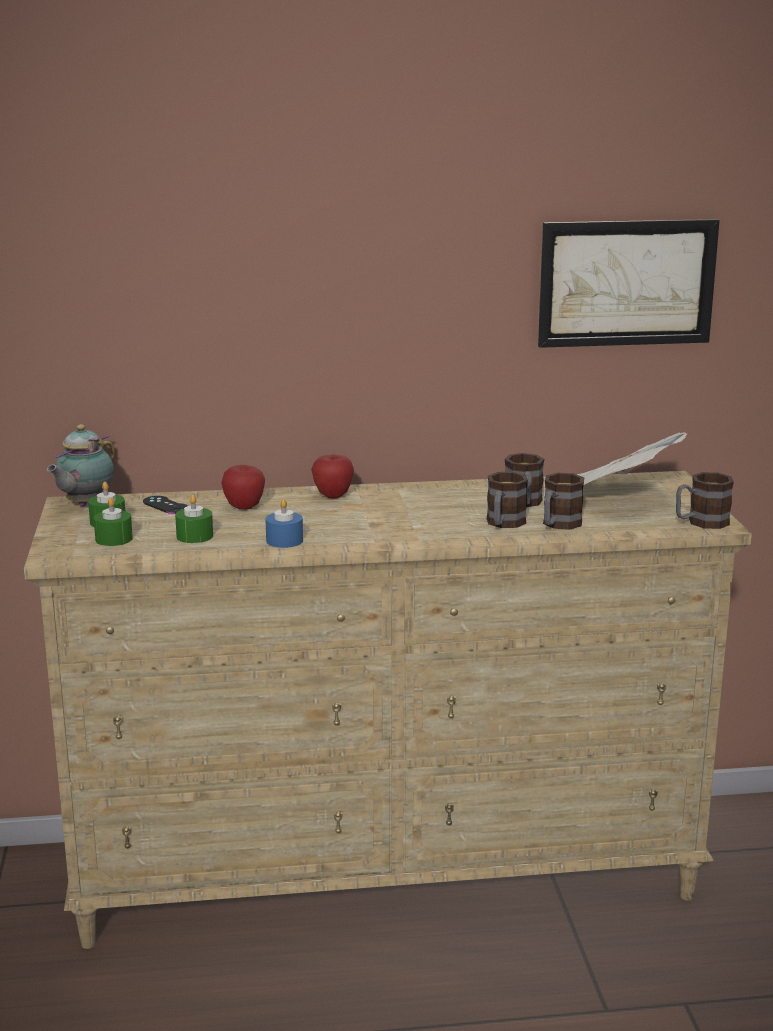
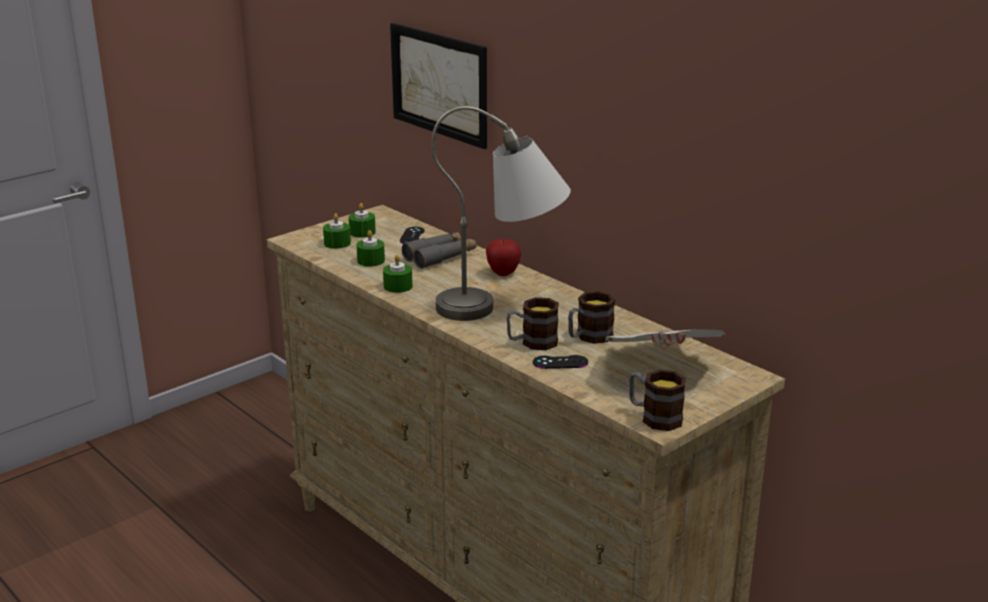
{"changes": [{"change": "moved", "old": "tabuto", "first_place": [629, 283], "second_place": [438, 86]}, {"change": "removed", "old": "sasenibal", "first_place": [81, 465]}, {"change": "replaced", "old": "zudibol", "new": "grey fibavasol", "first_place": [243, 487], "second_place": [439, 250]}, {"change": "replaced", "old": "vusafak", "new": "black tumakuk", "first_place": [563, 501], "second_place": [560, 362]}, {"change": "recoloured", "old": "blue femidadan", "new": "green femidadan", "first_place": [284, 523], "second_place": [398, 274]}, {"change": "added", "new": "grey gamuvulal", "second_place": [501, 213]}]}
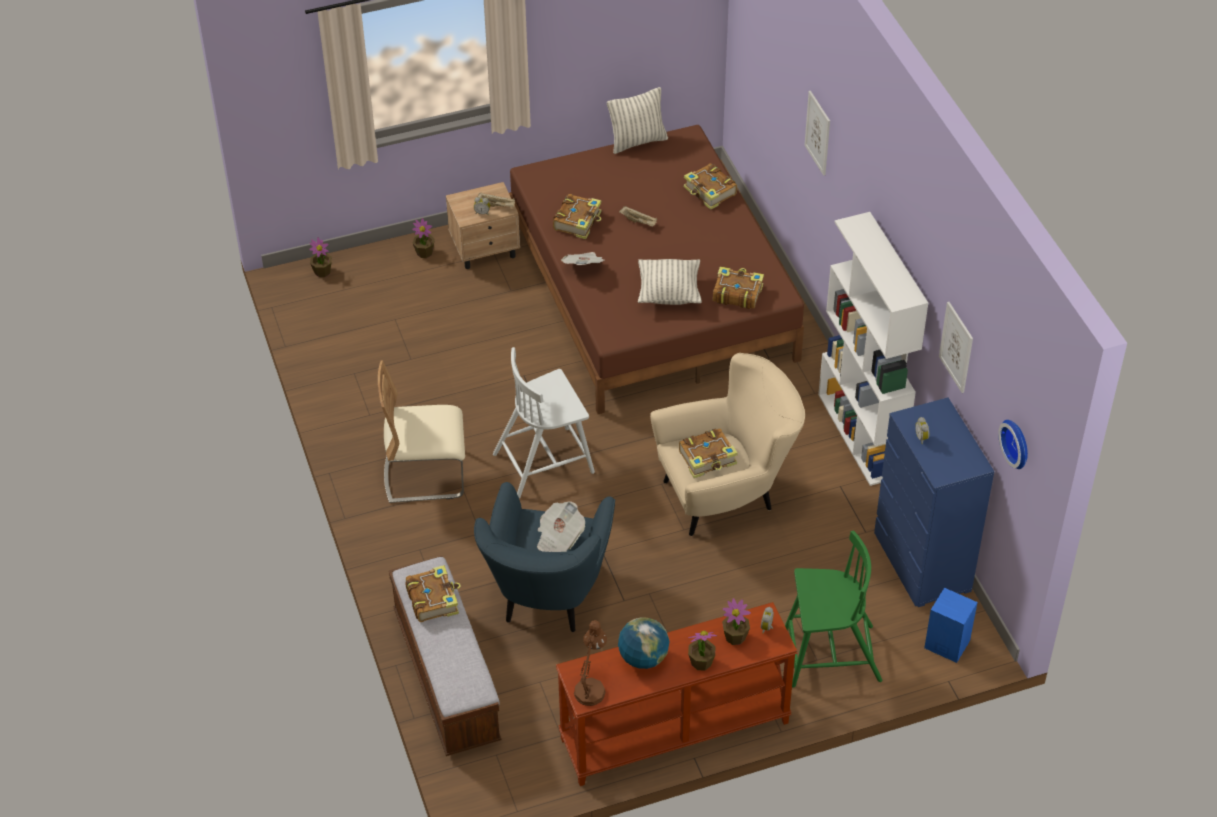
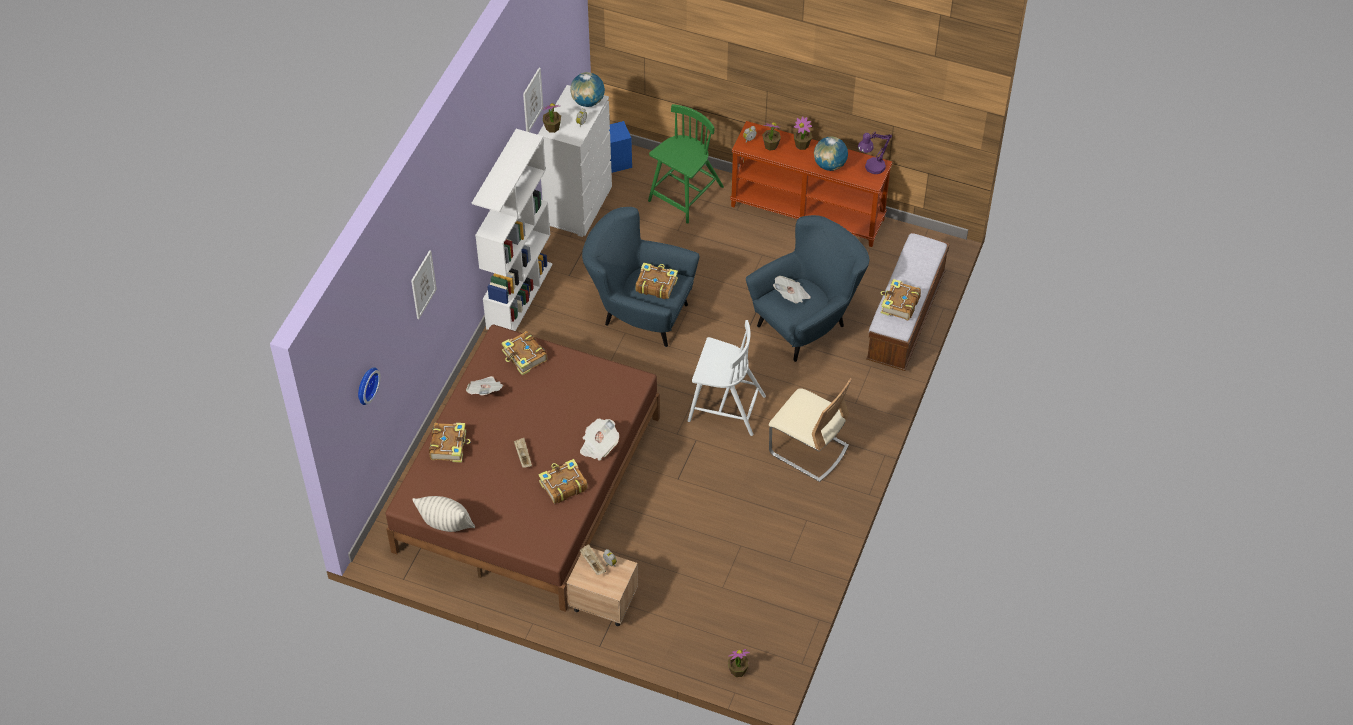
{"changes": [{"change": "moved", "old": "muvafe", "first_place": [423, 238], "second_place": [552, 118]}, {"change": "removed", "old": "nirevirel", "first_place": [670, 282]}, {"change": "recoloured", "old": "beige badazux", "new": "blue badazux", "first_place": [727, 444], "second_place": [640, 277]}, {"change": "recoloured", "old": "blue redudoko", "new": "white redudoko", "first_place": [934, 502], "second_place": [575, 161]}, {"change": "moved", "old": "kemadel", "first_place": [1013, 444], "second_place": [369, 386]}, {"change": "turned", "old": "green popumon", "first_place": [833, 609], "second_place": [686, 164], "degrees": 90}, {"change": "recoloured", "old": "brown gamuvulal", "new": "purple gamuvulal", "first_place": [590, 663], "second_place": [875, 153]}, {"change": "added", "new": "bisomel", "second_place": [587, 89]}, {"change": "added", "new": "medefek", "second_place": [485, 386]}]}
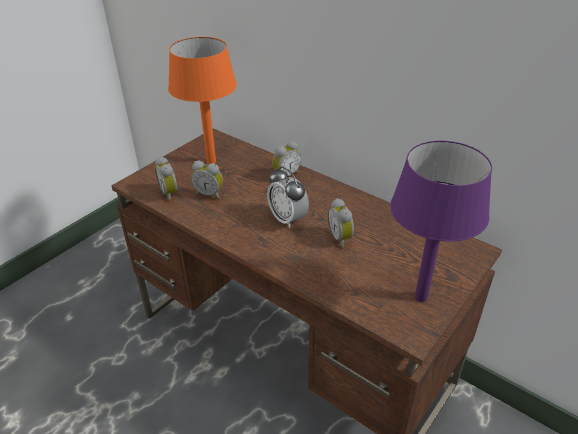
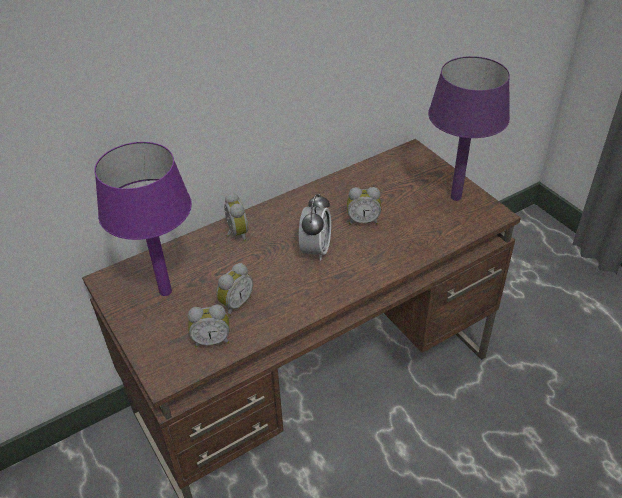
{"changes": [{"change": "recoloured", "old": "orange gamuvulal", "new": "purple gamuvulal", "first_place": [202, 100], "second_place": [143, 219]}, {"change": "turned", "old": "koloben", "first_place": [288, 197], "second_place": [315, 227], "degrees": -60}]}
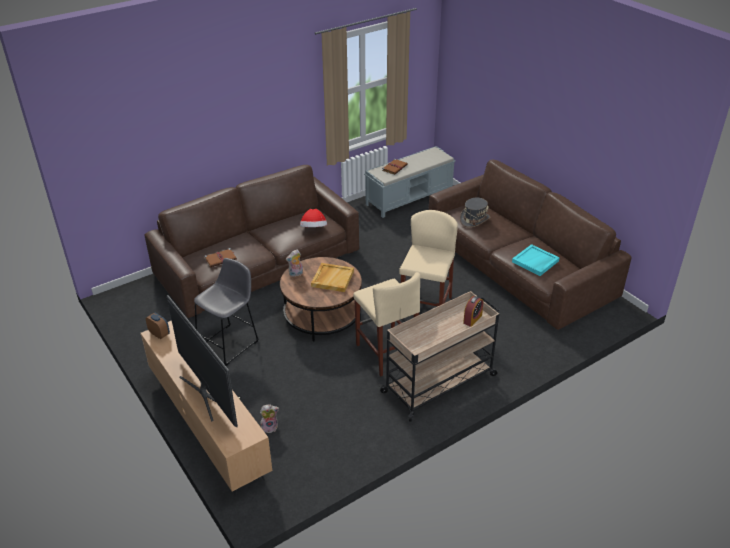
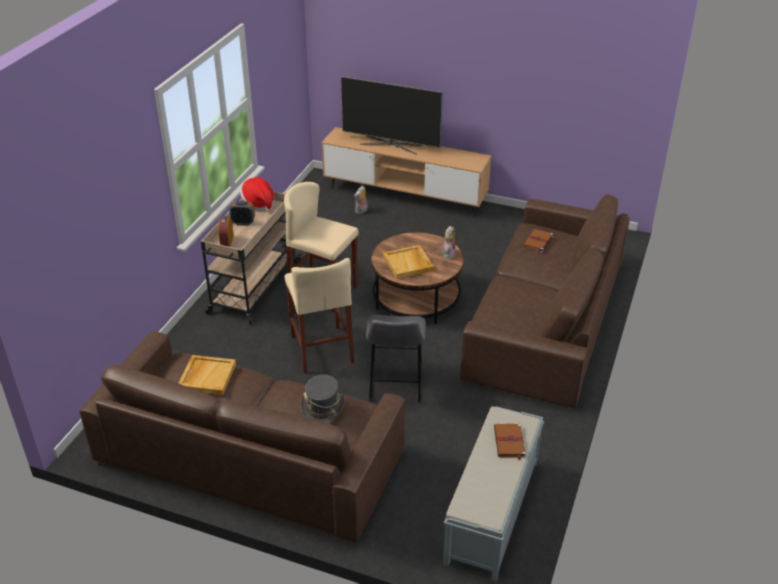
{"changes": [{"change": "moved", "old": "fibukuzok", "first_place": [313, 218], "second_place": [257, 194]}, {"change": "recoloured", "old": "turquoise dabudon", "new": "beige dabudon", "first_place": [536, 260], "second_place": [207, 375]}, {"change": "moved", "old": "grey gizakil", "first_place": [226, 312], "second_place": [396, 358]}, {"change": "moved", "old": "koloben", "first_place": [158, 326], "second_place": [242, 213]}]}
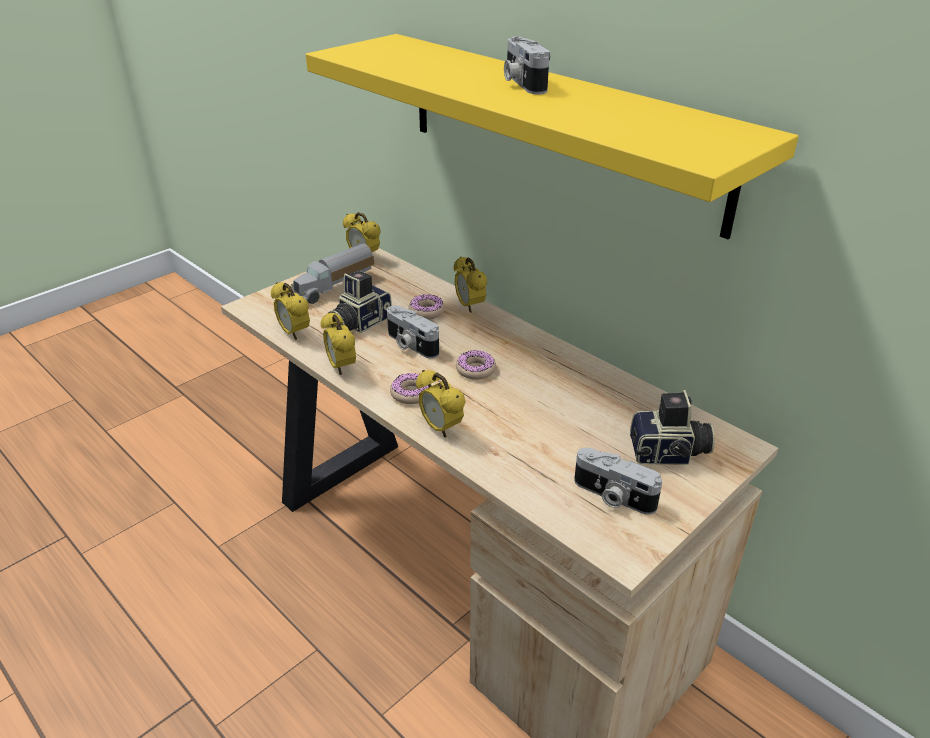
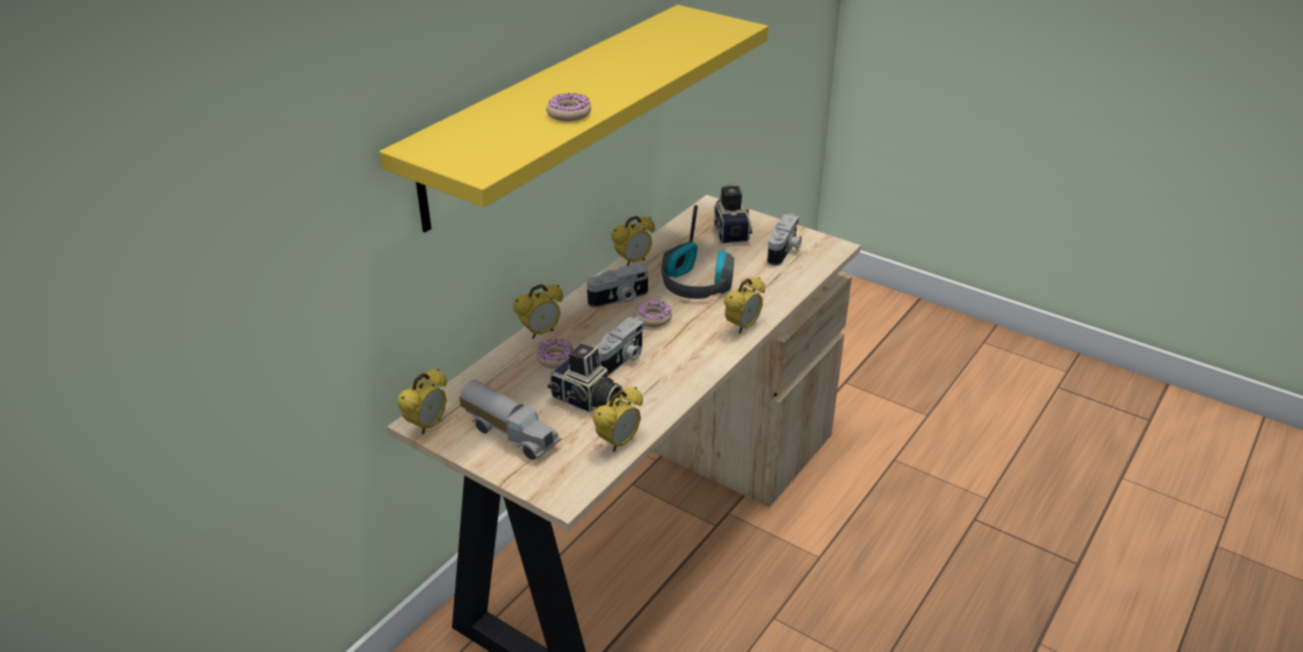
{"changes": [{"change": "moved", "old": "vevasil", "first_place": [527, 65], "second_place": [617, 285]}, {"change": "moved", "old": "koloben", "first_place": [338, 343], "second_place": [633, 241]}, {"change": "moved", "old": "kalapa", "first_place": [411, 388], "second_place": [568, 107]}, {"change": "added", "new": "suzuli", "second_place": [697, 252]}]}
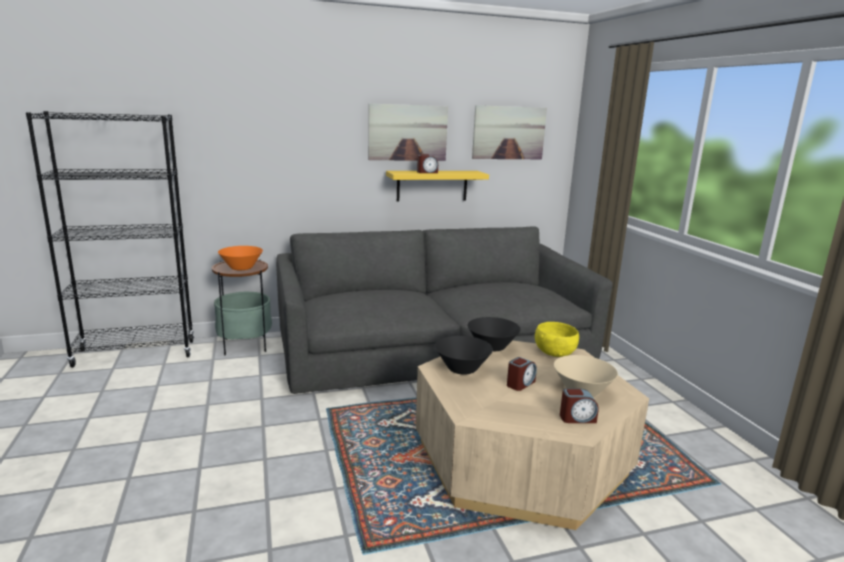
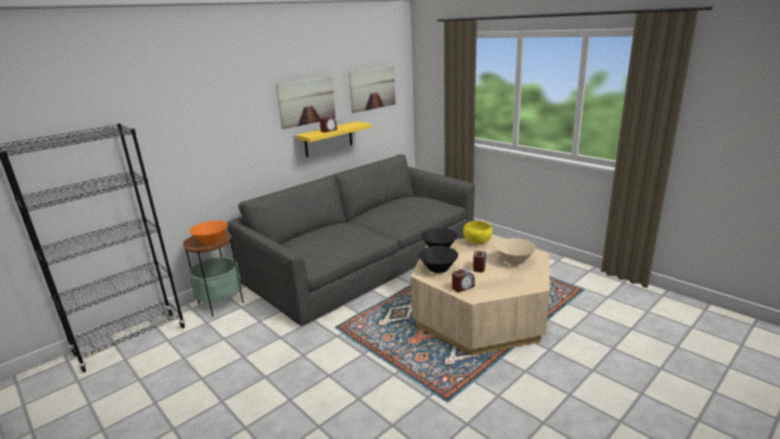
{"changes": [{"change": "moved", "old": "koloben", "first_place": [579, 405], "second_place": [463, 280]}]}
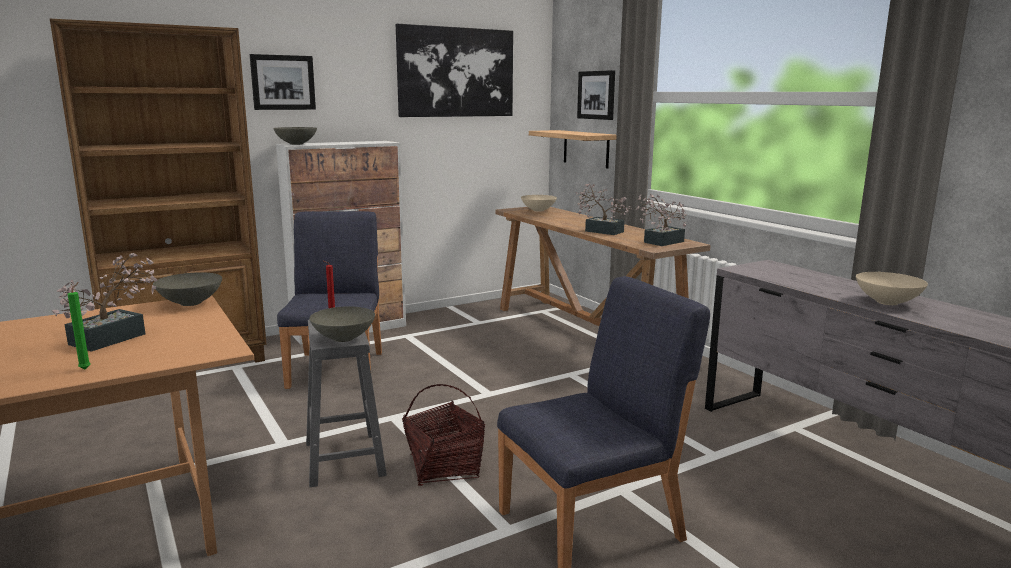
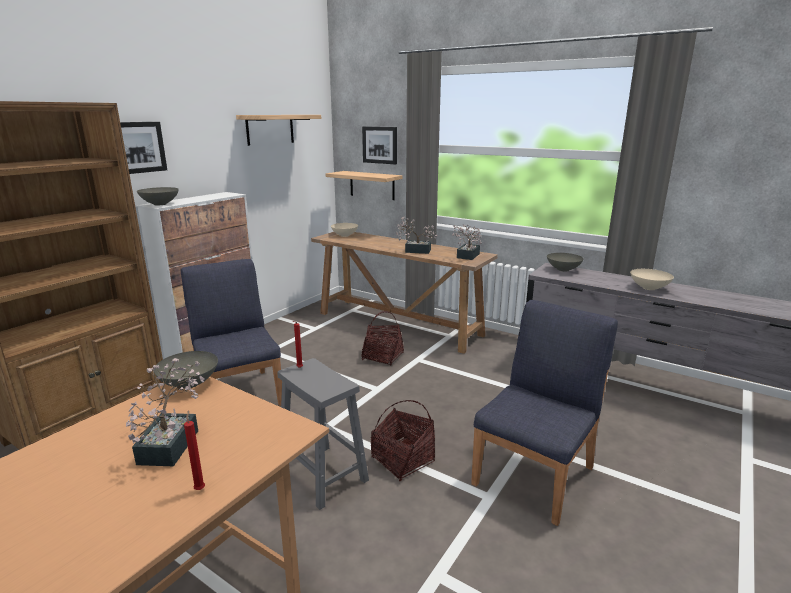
{"changes": [{"change": "replaced", "old": "tabuto", "new": "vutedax", "first_place": [454, 70], "second_place": [278, 130]}, {"change": "recoloured", "old": "green femidadan", "new": "red femidadan", "first_place": [79, 325], "second_place": [194, 450]}, {"change": "moved", "old": "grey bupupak", "first_place": [342, 324], "second_place": [565, 262]}, {"change": "added", "new": "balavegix", "second_place": [383, 338]}]}
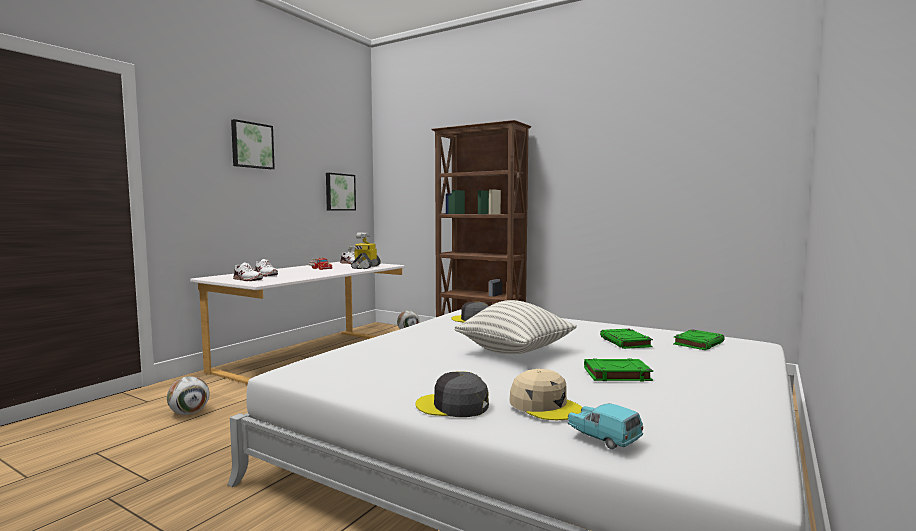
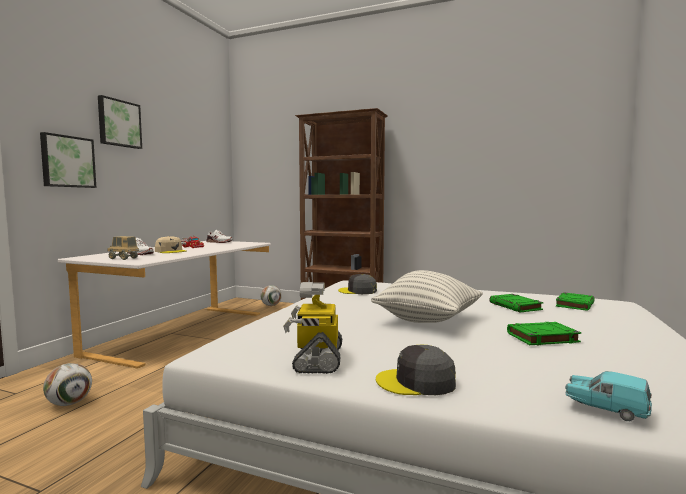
{"changes": [{"change": "moved", "old": "tabuto", "first_place": [341, 192], "second_place": [68, 160]}, {"change": "moved", "old": "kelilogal", "first_place": [364, 250], "second_place": [312, 328]}, {"change": "replaced", "old": "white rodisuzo", "new": "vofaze", "first_place": [248, 271], "second_place": [123, 248]}, {"change": "moved", "old": "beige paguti", "first_place": [545, 394], "second_place": [170, 244]}]}
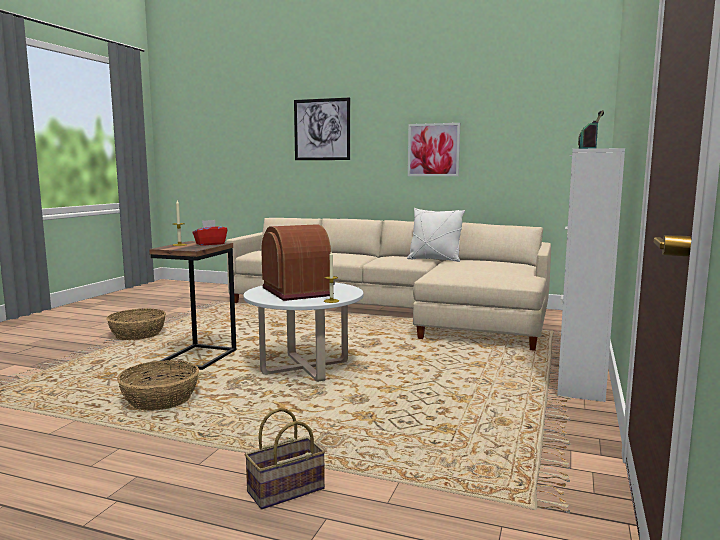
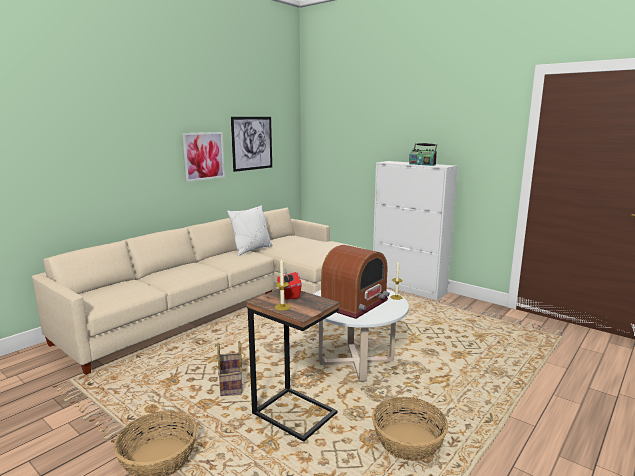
{"changes": [{"change": "moved", "old": "tabuto", "first_place": [322, 128], "second_place": [251, 144]}, {"change": "turned", "old": "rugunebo", "first_place": [298, 262], "second_place": [355, 282], "degrees": 135}, {"change": "moved", "old": "balavegix", "first_place": [285, 458], "second_place": [229, 368]}]}
